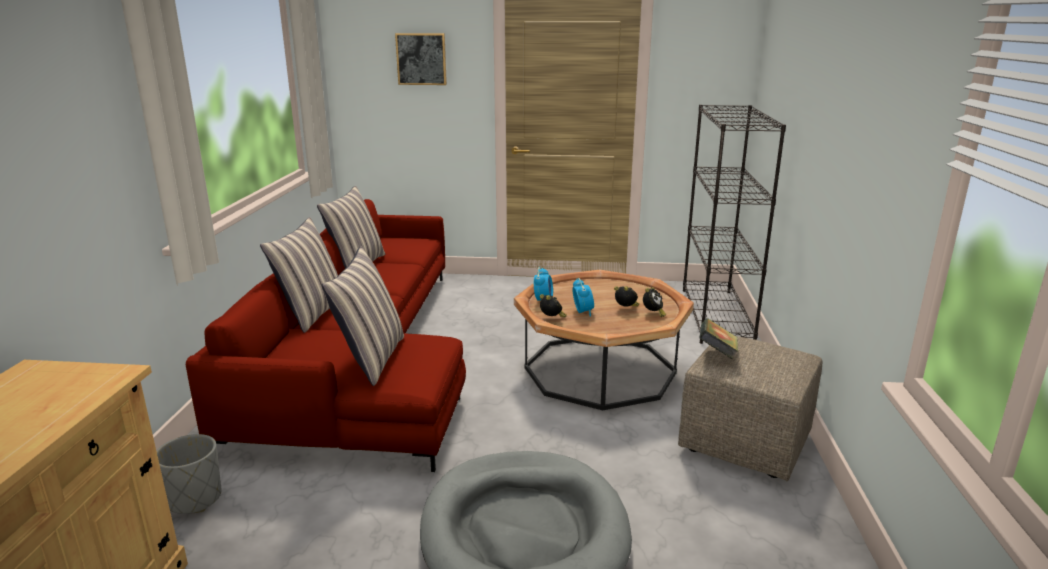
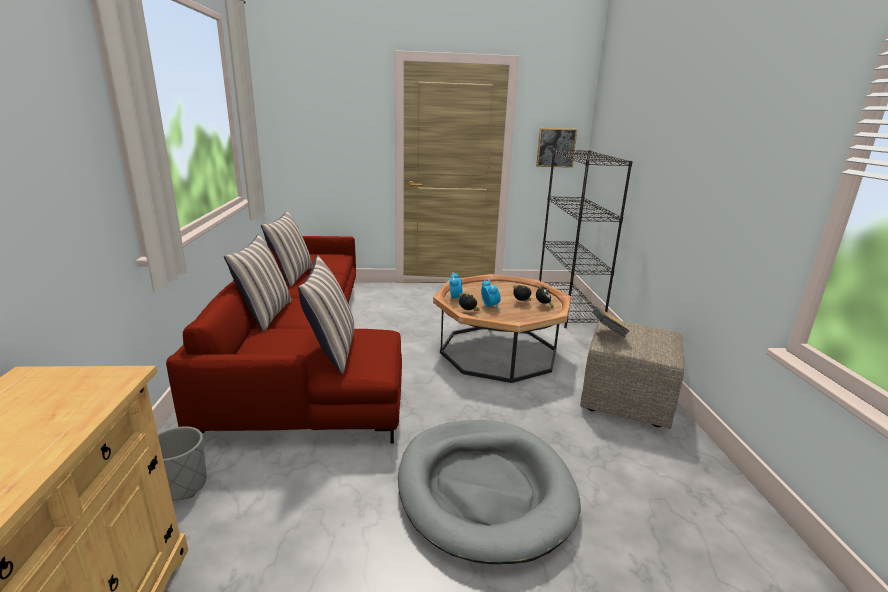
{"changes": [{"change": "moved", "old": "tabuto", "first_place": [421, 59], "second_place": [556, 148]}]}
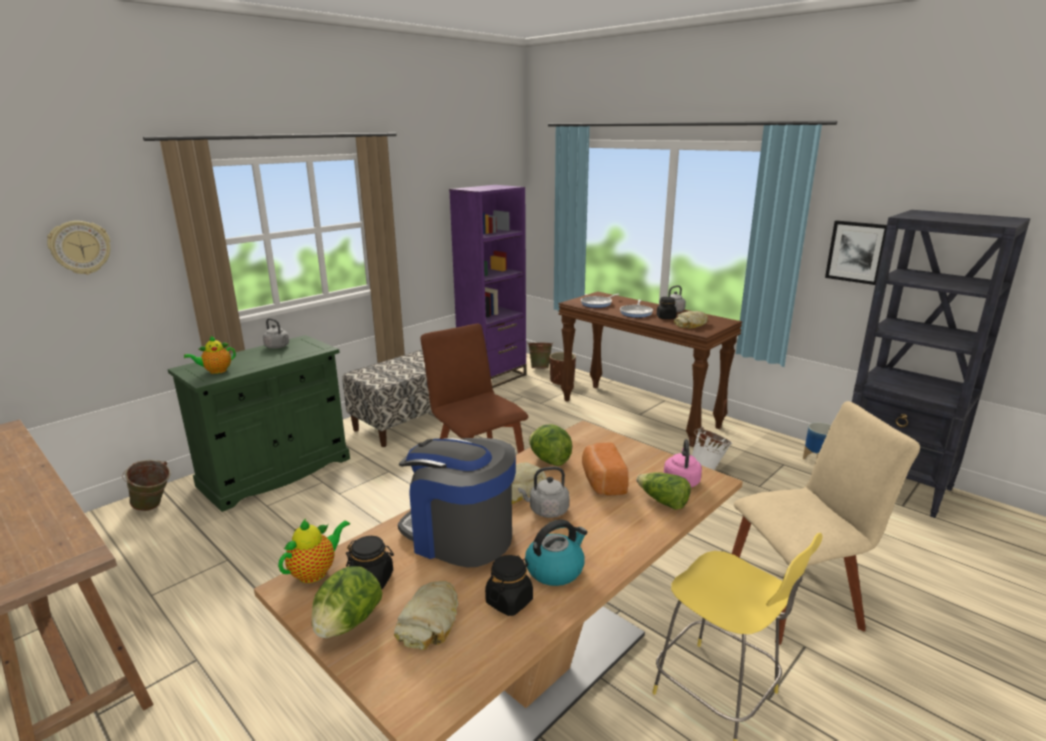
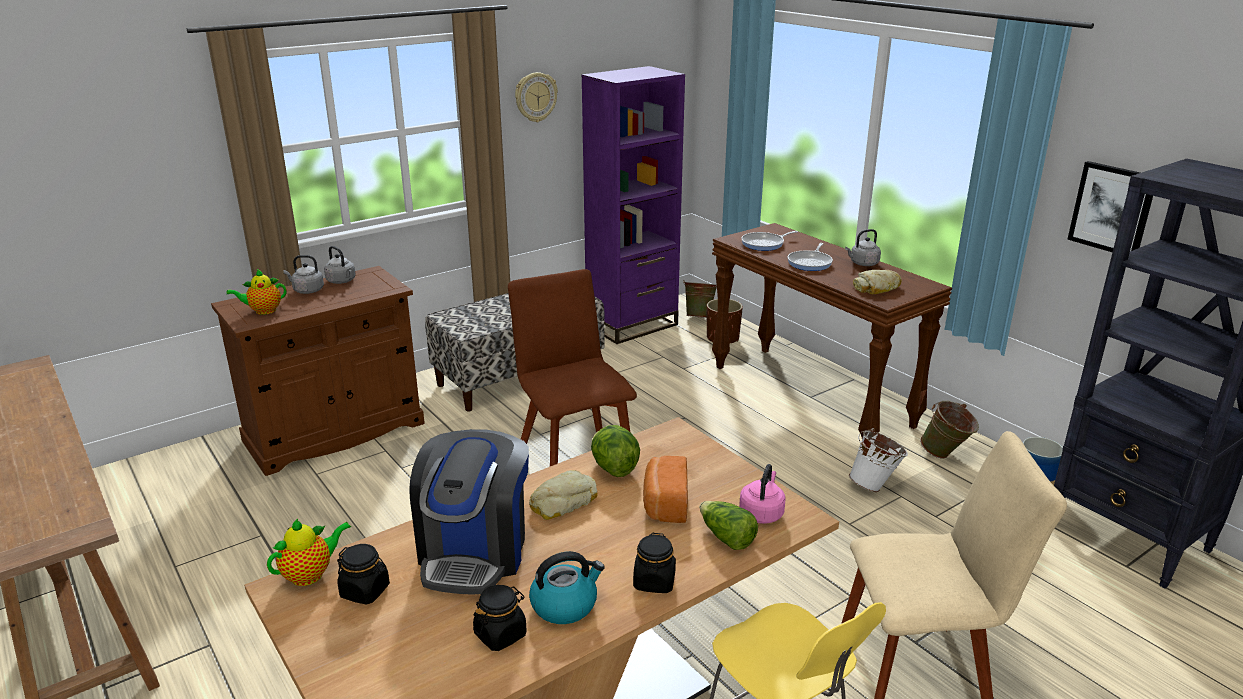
{"changes": [{"change": "moved", "old": "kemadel", "first_place": [78, 248], "second_place": [536, 97]}, {"change": "moved", "old": "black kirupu", "first_place": [667, 308], "second_place": [654, 563]}, {"change": "recoloured", "old": "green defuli", "new": "brown defuli", "first_place": [259, 423], "second_place": [318, 371]}, {"change": "turned", "old": "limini", "first_place": [457, 502], "second_place": [469, 512], "degrees": -120}, {"change": "moved", "old": "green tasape", "first_place": [146, 485], "second_place": [949, 429]}, {"change": "moved", "old": "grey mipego", "first_place": [543, 492], "second_place": [303, 274]}, {"change": "removed", "old": "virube", "first_place": [346, 602]}, {"change": "removed", "old": "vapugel", "first_place": [426, 615]}]}
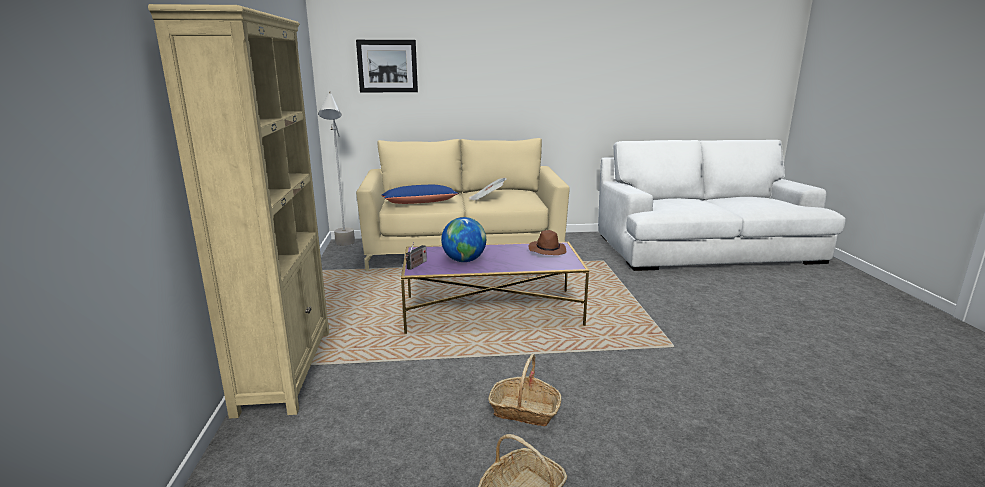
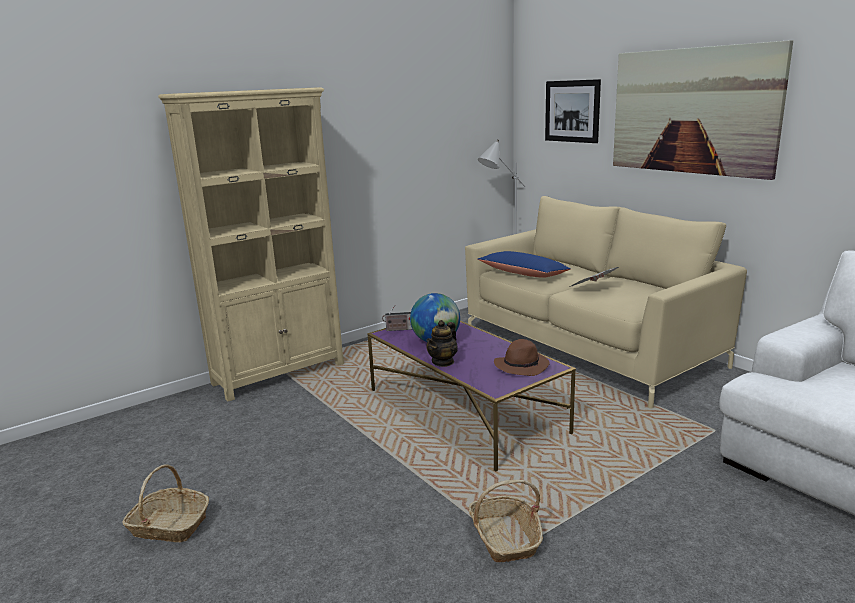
{"changes": [{"change": "moved", "old": "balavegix", "first_place": [524, 390], "second_place": [505, 521]}, {"change": "added", "new": "tabuto", "second_place": [703, 110]}, {"change": "added", "new": "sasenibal", "second_place": [442, 343]}]}
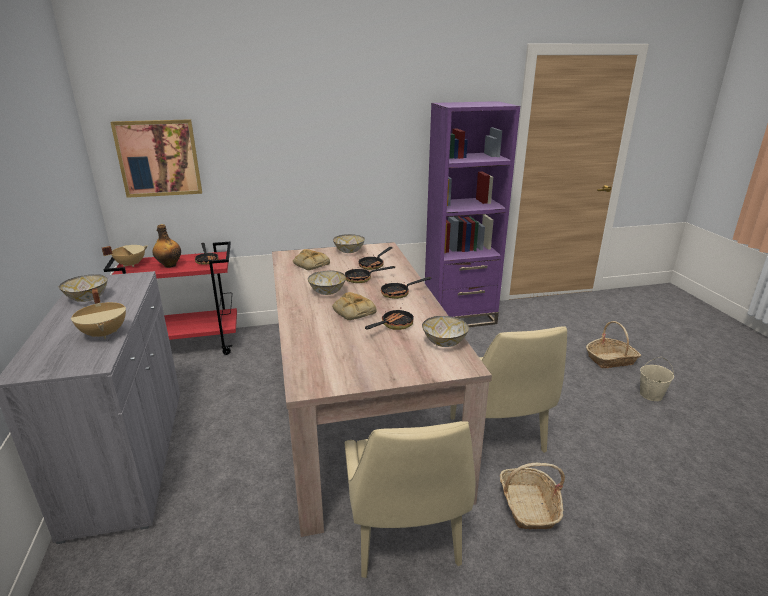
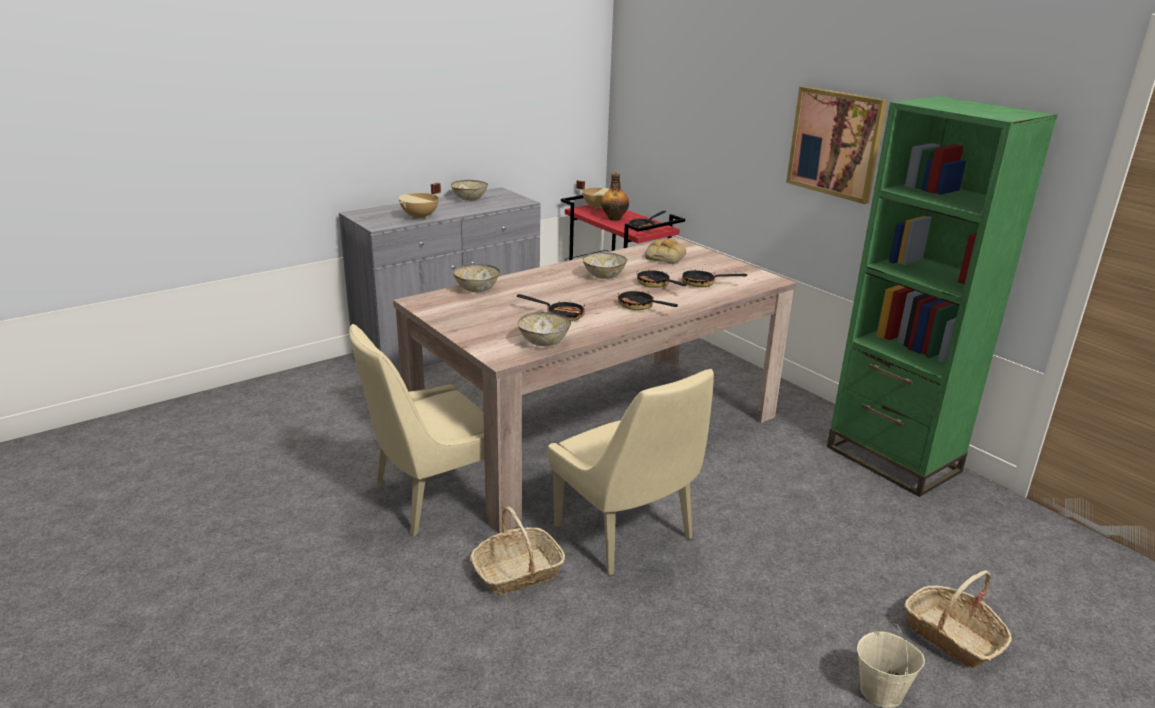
{"changes": [{"change": "recoloured", "old": "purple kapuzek", "new": "green kapuzek", "first_place": [472, 214], "second_place": [942, 296]}, {"change": "moved", "old": "tabuto", "first_place": [156, 158], "second_place": [836, 145]}, {"change": "moved", "old": "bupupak", "first_place": [349, 243], "second_place": [476, 278]}, {"change": "removed", "old": "vapugel", "first_place": [354, 306]}, {"change": "turned", "old": "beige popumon", "first_place": [508, 390], "second_place": [631, 472], "degrees": -90}]}
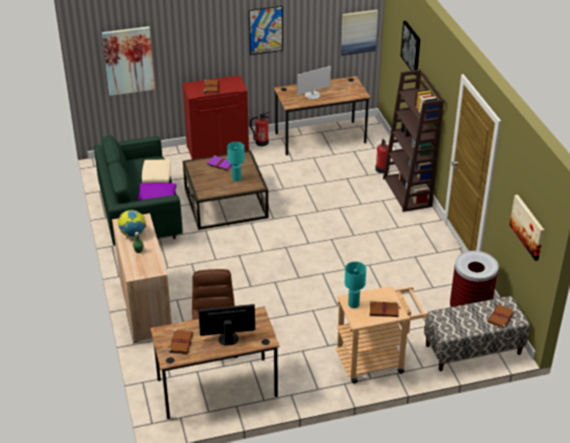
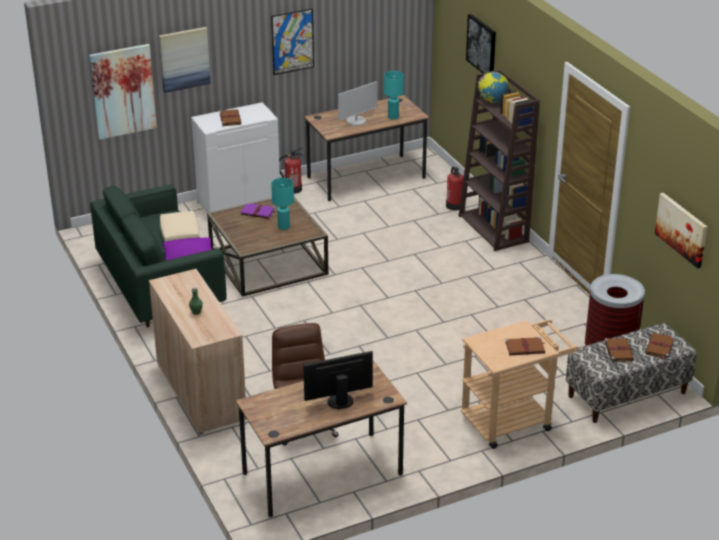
{"changes": [{"change": "moved", "old": "tabuto", "first_place": [359, 33], "second_place": [185, 60]}, {"change": "recoloured", "old": "red defuli", "new": "white defuli", "first_place": [215, 117], "second_place": [235, 157]}, {"change": "moved", "old": "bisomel", "first_place": [132, 223], "second_place": [493, 87]}, {"change": "moved", "old": "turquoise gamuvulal", "first_place": [355, 285], "second_place": [394, 95]}, {"change": "moved", "old": "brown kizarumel", "first_place": [180, 342], "second_place": [619, 350]}]}
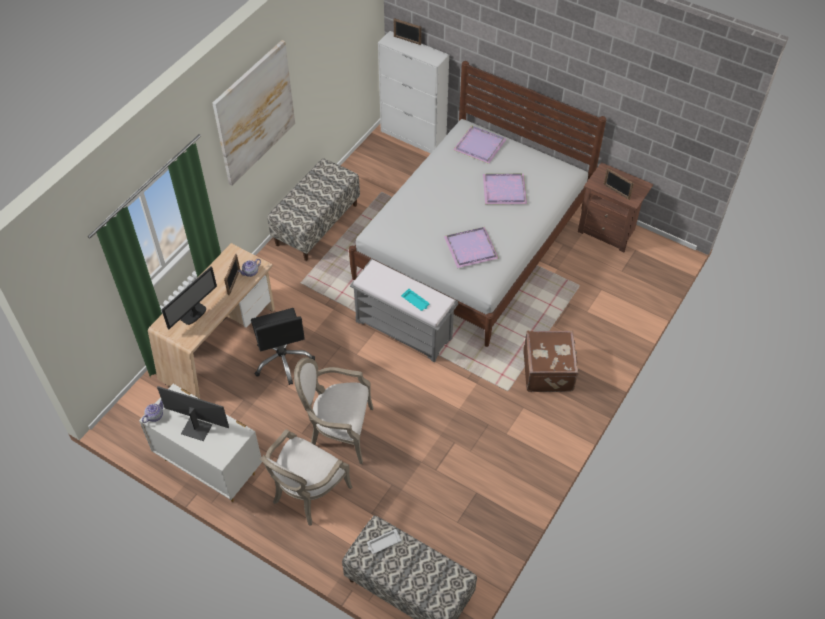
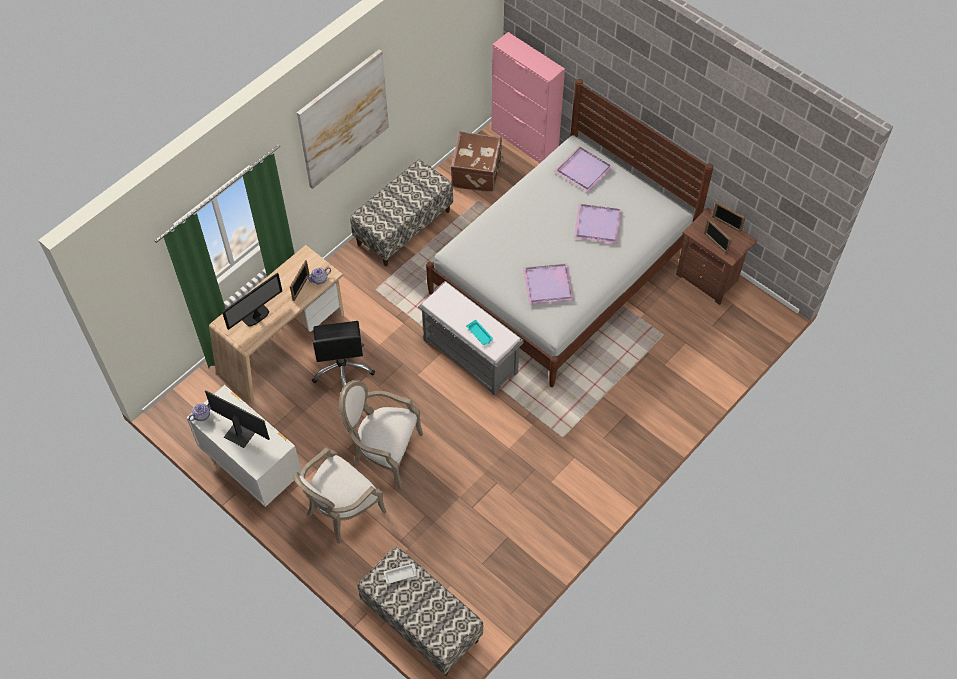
{"changes": [{"change": "moved", "old": "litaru", "first_place": [407, 31], "second_place": [729, 217]}, {"change": "recoloured", "old": "white defuli", "new": "pink defuli", "first_place": [413, 92], "second_place": [528, 97]}, {"change": "moved", "old": "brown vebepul", "first_place": [551, 361], "second_place": [477, 161]}]}
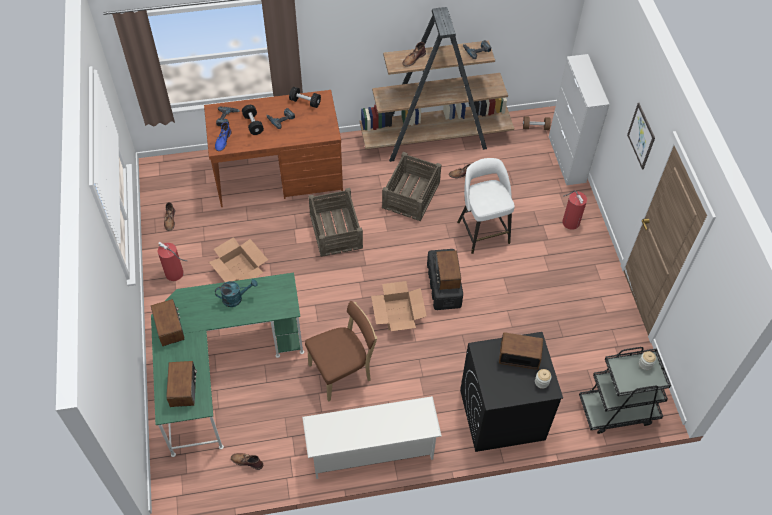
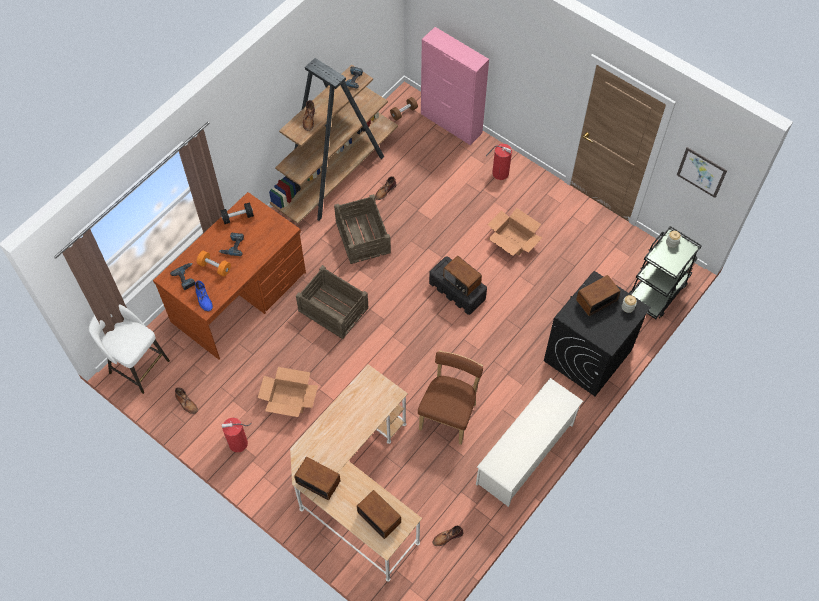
{"changes": [{"change": "recoloured", "old": "white defuli", "new": "pink defuli", "first_place": [579, 119], "second_place": [455, 86]}, {"change": "moved", "old": "tabuto", "first_place": [641, 136], "second_place": [702, 172]}, {"change": "recoloured", "old": "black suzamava", "new": "orange suzamava", "first_place": [253, 120], "second_place": [213, 263]}, {"change": "moved", "old": "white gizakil", "first_place": [486, 206], "second_place": [129, 349]}, {"change": "recoloured", "old": "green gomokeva", "new": "beige gomokeva", "first_place": [227, 365], "second_place": [356, 473]}, {"change": "removed", "old": "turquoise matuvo", "first_place": [236, 293]}, {"change": "moved", "old": "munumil", "first_place": [399, 306], "second_place": [515, 232]}]}
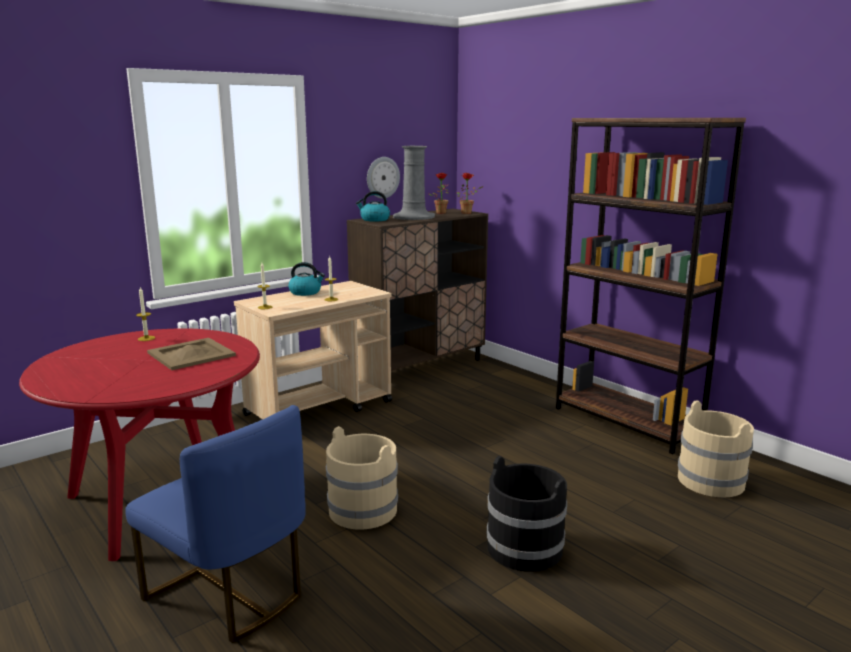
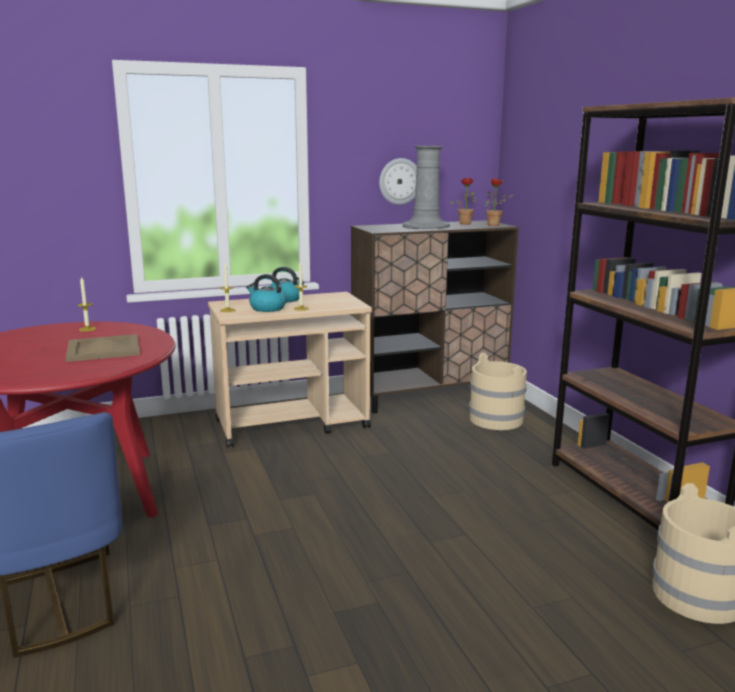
{"changes": [{"change": "moved", "old": "mipego", "first_place": [373, 206], "second_place": [266, 293]}, {"change": "moved", "old": "beige tasape", "first_place": [362, 478], "second_place": [498, 391]}, {"change": "removed", "old": "black tasape", "first_place": [527, 514]}]}
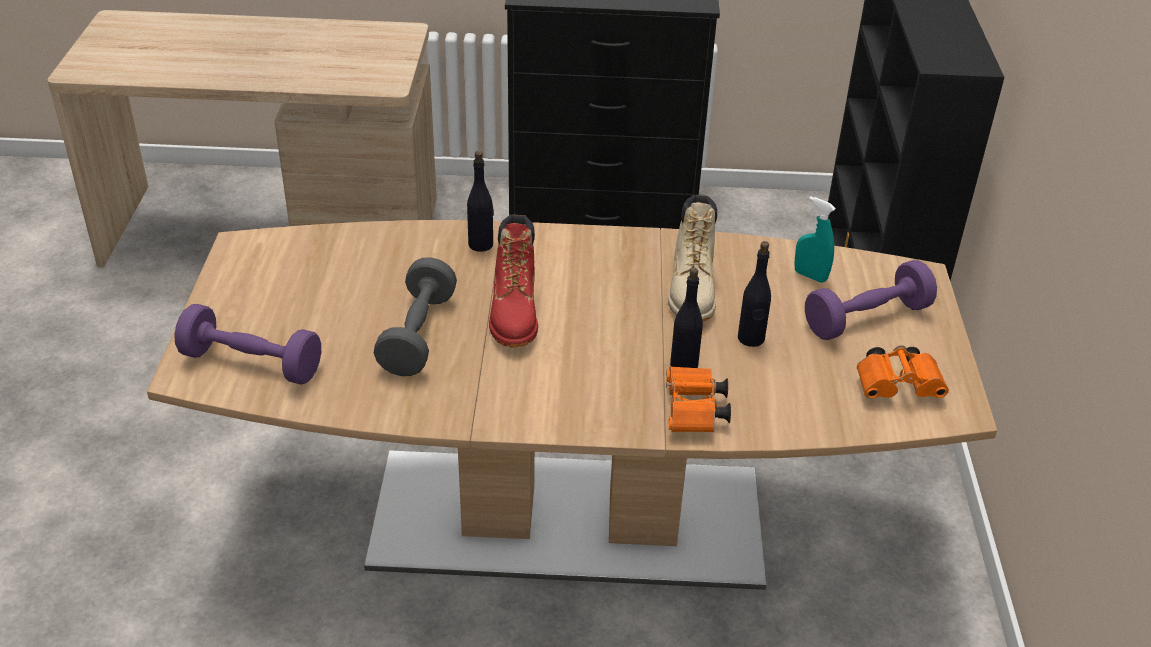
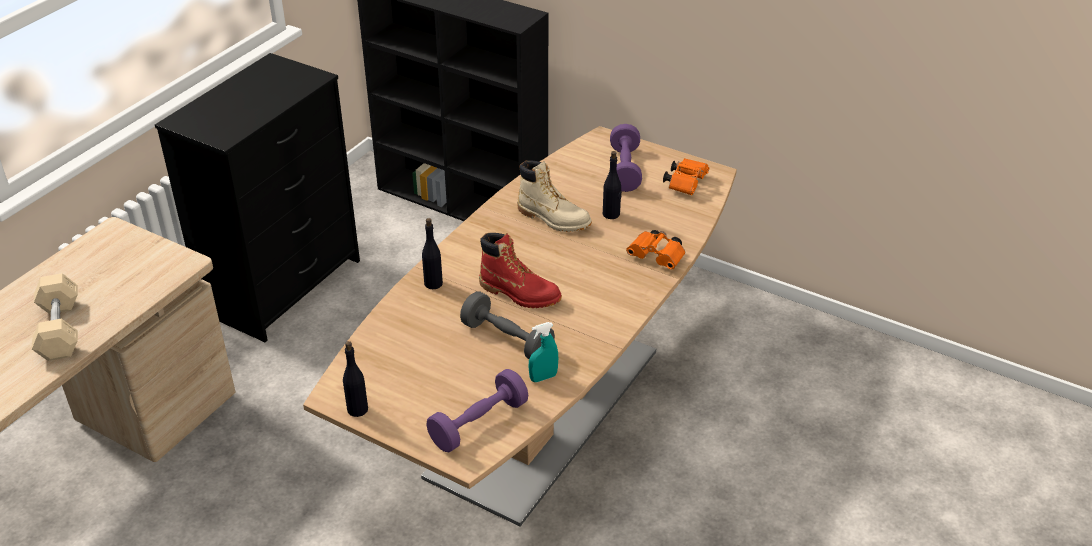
{"changes": [{"change": "moved", "old": "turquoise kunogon", "first_place": [815, 239], "second_place": [543, 352]}, {"change": "moved", "old": "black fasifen", "first_place": [686, 318], "second_place": [355, 379]}, {"change": "added", "new": "beige suzamava", "second_place": [55, 317]}]}
